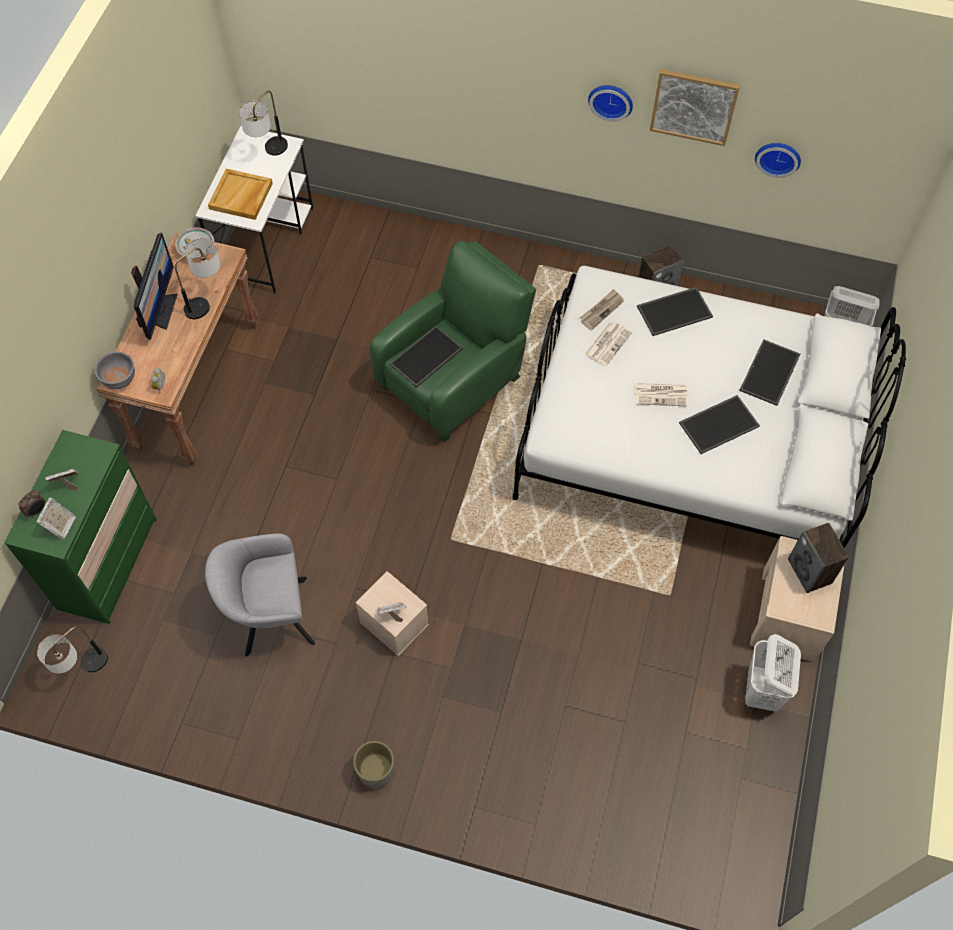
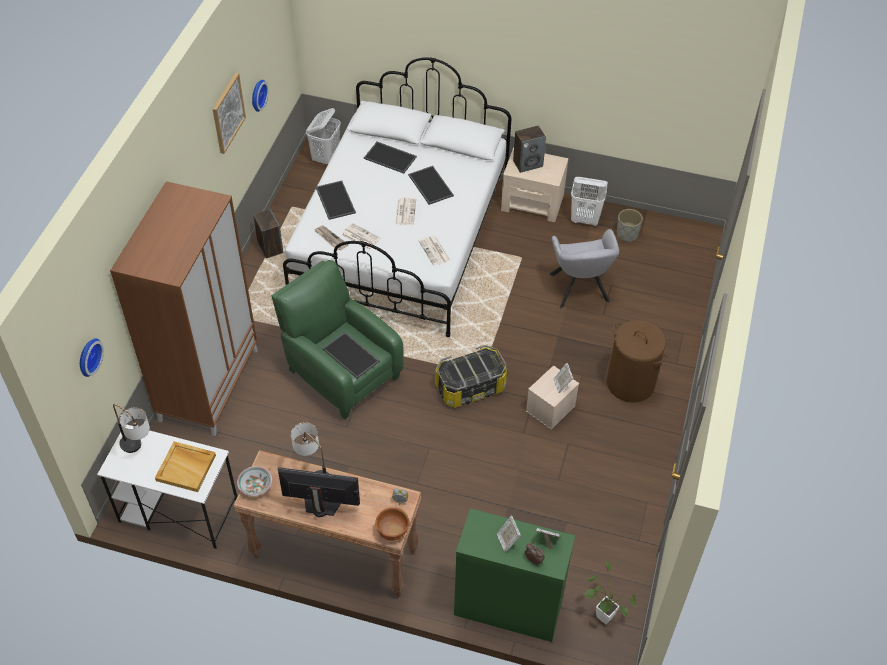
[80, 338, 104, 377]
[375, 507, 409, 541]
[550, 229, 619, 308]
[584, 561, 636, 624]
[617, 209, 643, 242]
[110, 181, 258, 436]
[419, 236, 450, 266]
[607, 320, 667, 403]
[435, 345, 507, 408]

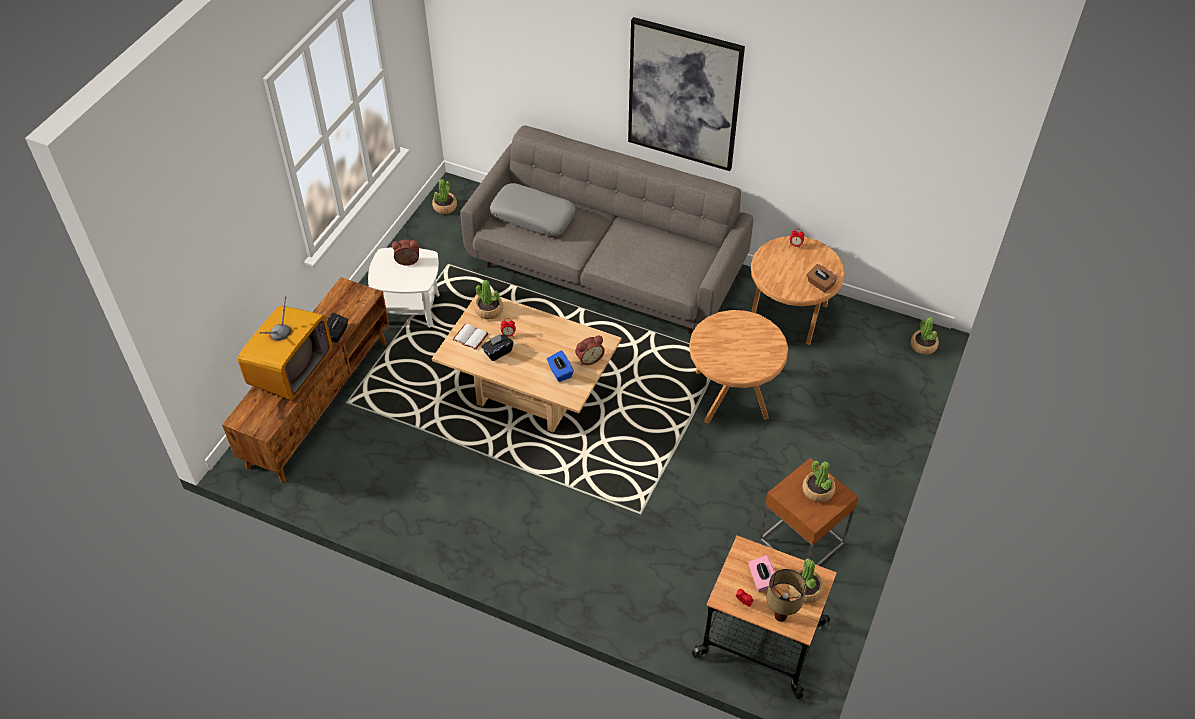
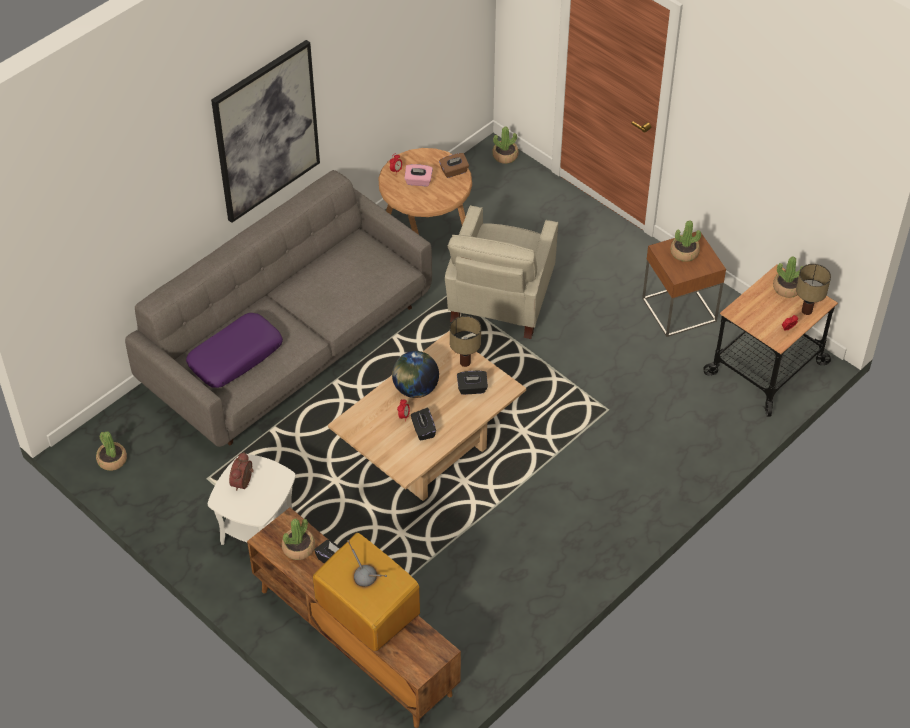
[186, 313, 283, 388]
[282, 519, 315, 560]
[445, 205, 558, 339]
[452, 324, 489, 350] (first image)
[450, 316, 481, 367]
[457, 371, 488, 395]
[404, 164, 433, 186]
[392, 351, 439, 398]

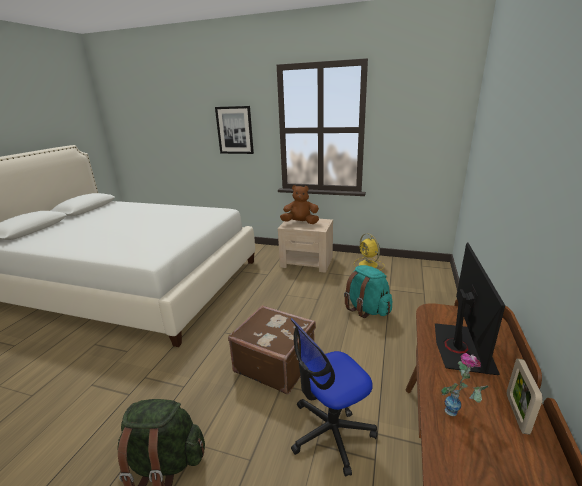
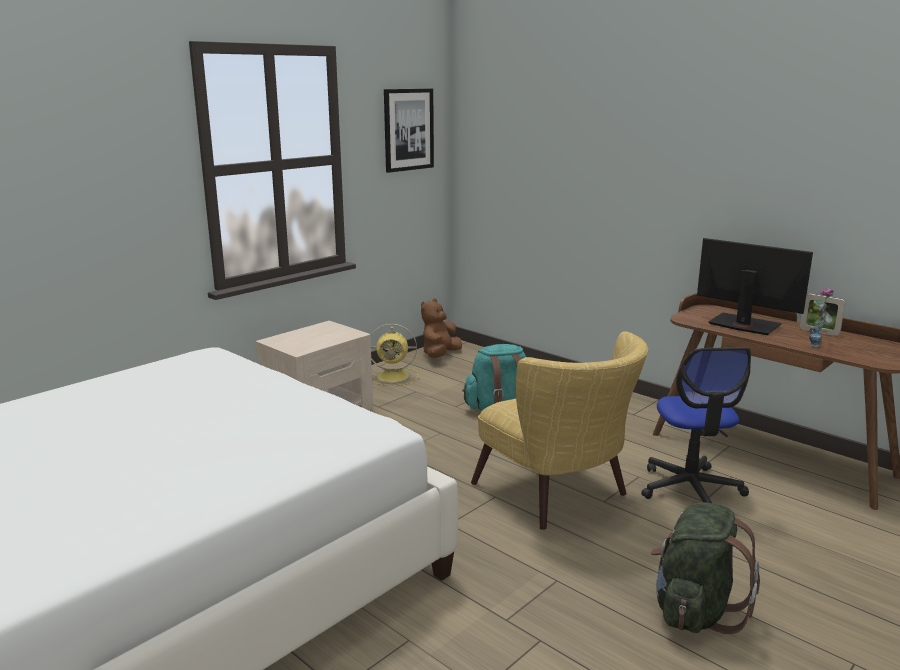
[384, 89, 434, 173]
[421, 299, 462, 358]
[471, 331, 648, 530]

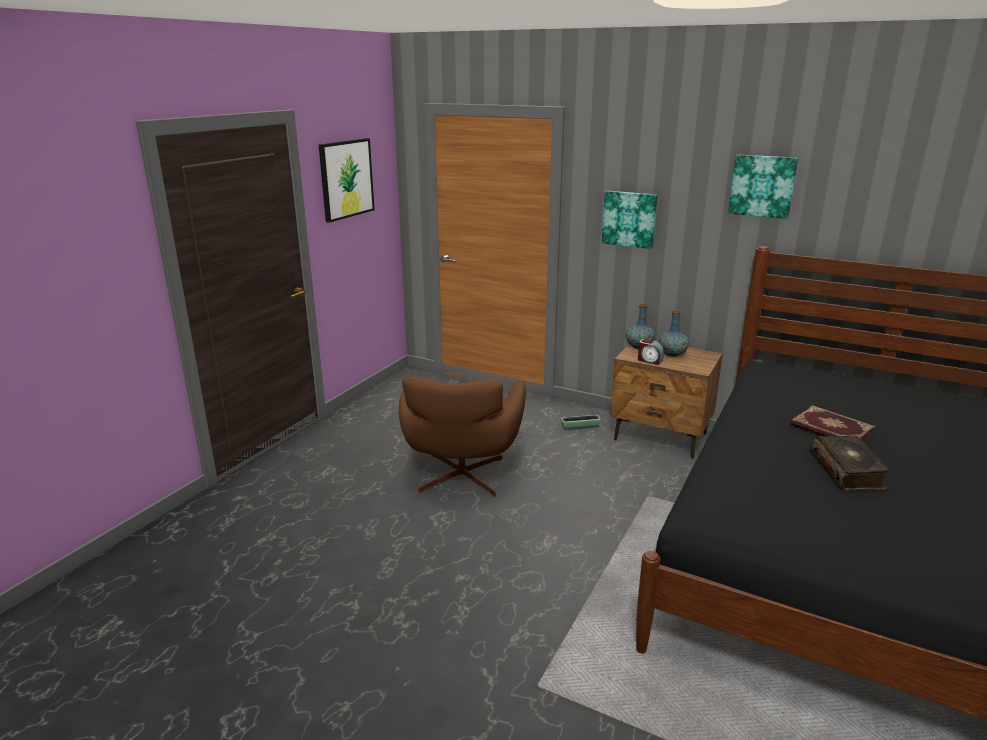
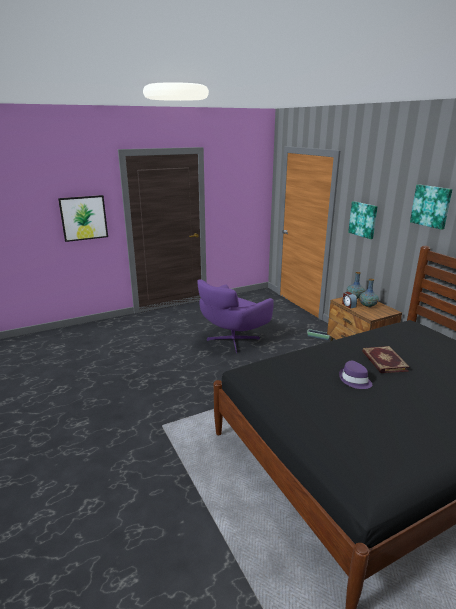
[58, 195, 108, 242]
[197, 280, 274, 353]
[339, 361, 372, 389]

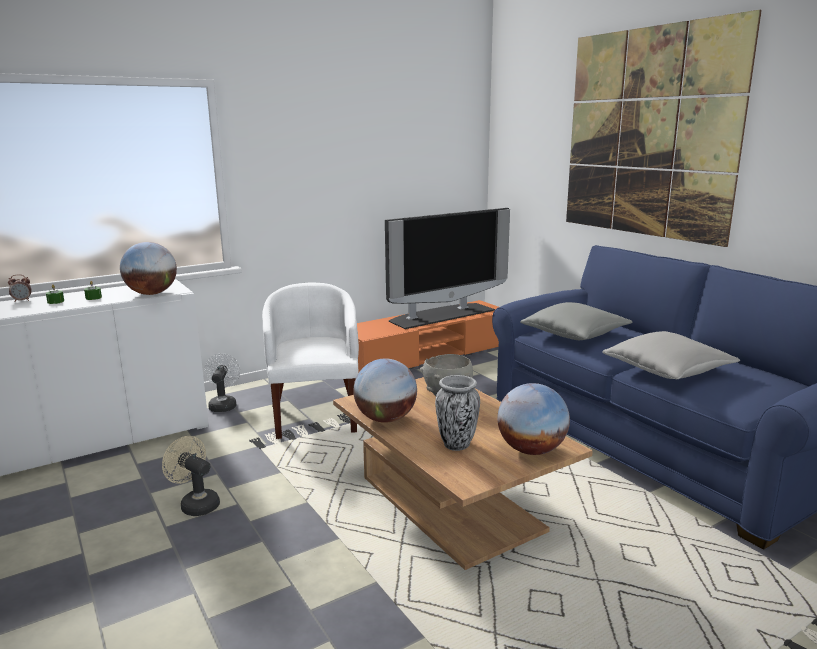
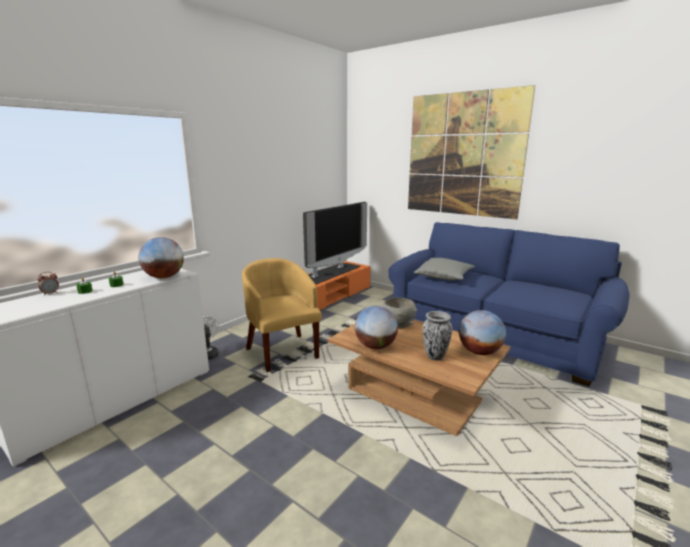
[242, 258, 322, 372]
[602, 331, 740, 379] (first image)
[162, 436, 220, 516] (first image)

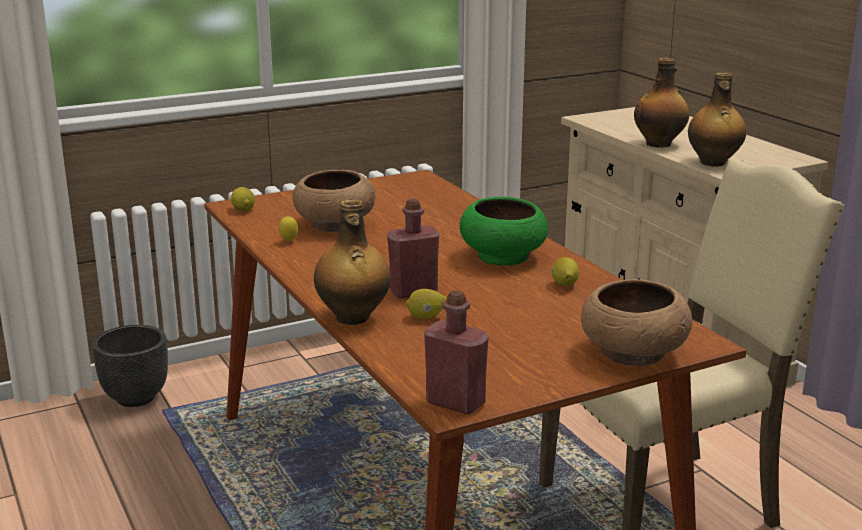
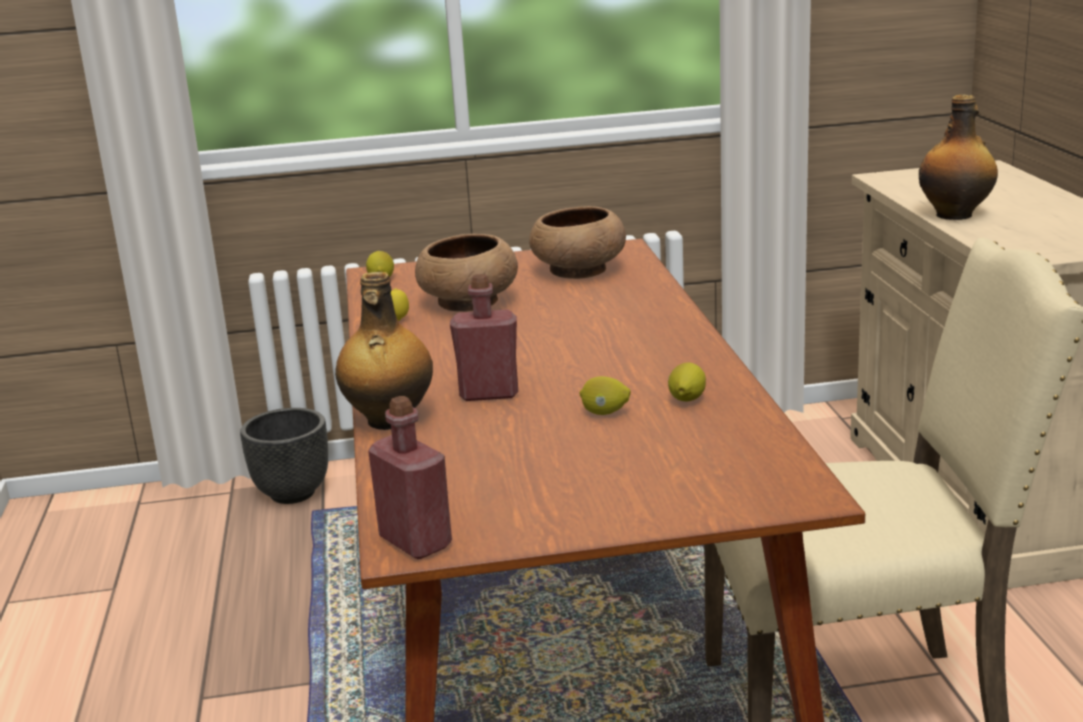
[688, 73, 747, 167] (first image)
[460, 197, 548, 266] (first image)
[529, 206, 626, 279]
[580, 376, 631, 415]

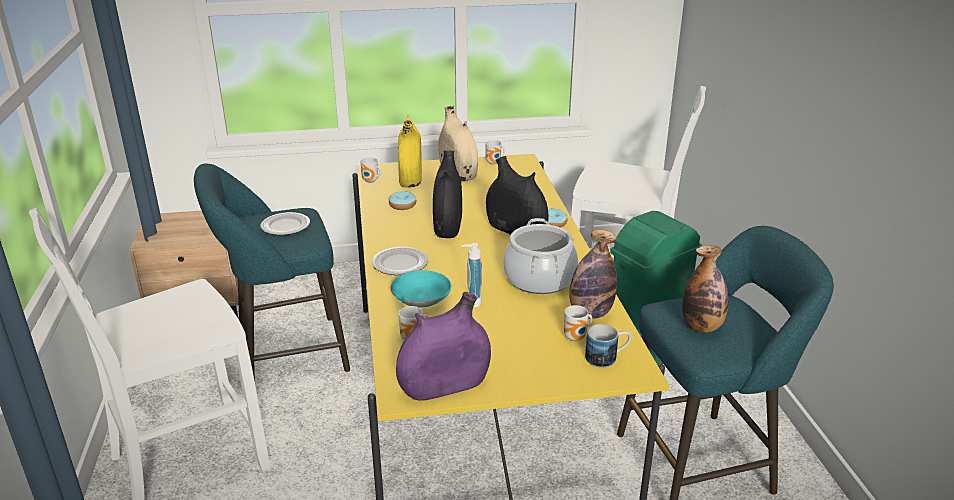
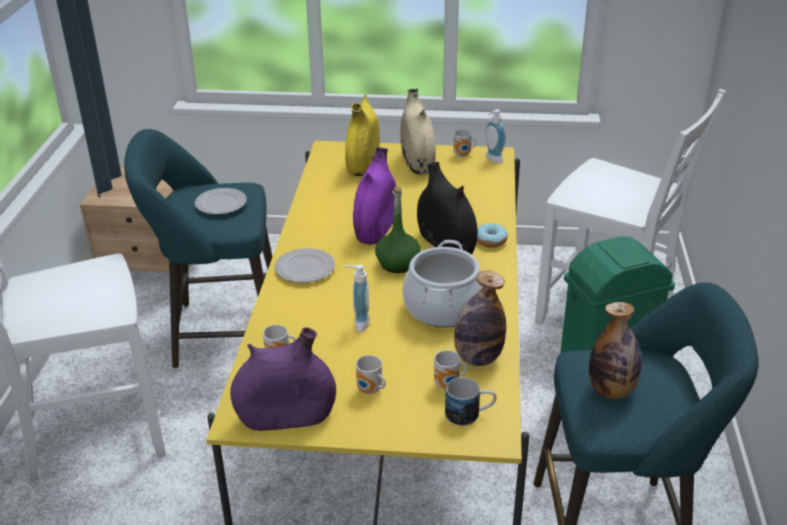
[353, 147, 396, 245]
[356, 355, 386, 394]
[388, 191, 416, 210] (first image)
[390, 271, 451, 308] (first image)
[485, 109, 506, 163]
[375, 187, 421, 273]

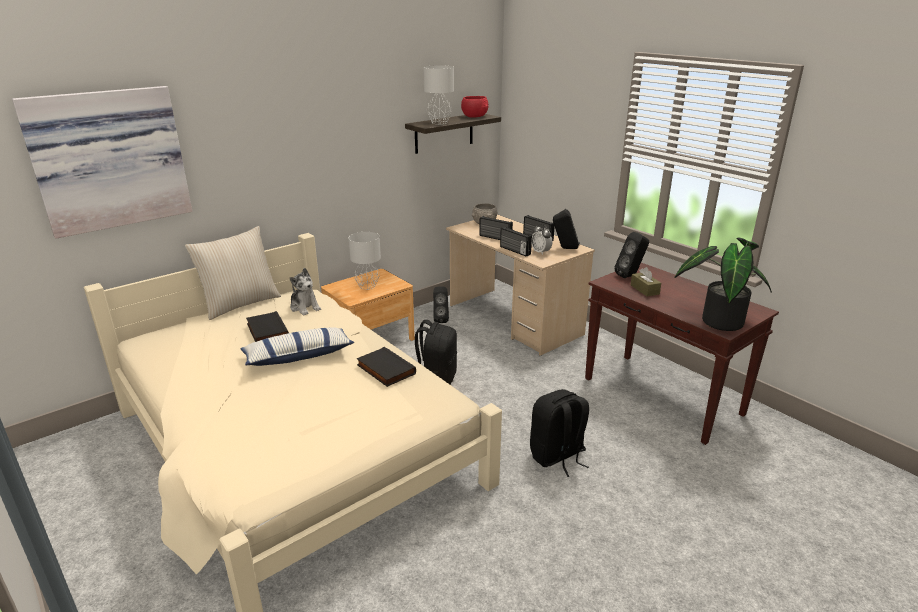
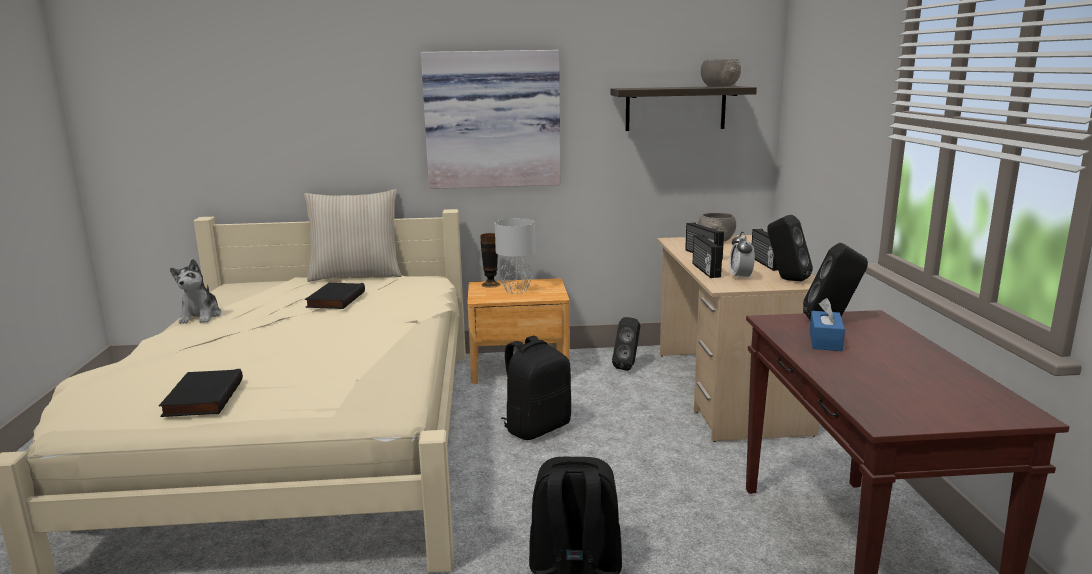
[423, 65, 454, 124] (first image)
[421, 50, 561, 189]
[701, 58, 741, 87]
[675, 237, 772, 331] (first image)
[810, 298, 845, 351]
[170, 259, 221, 324]
[240, 327, 354, 366] (first image)
[159, 369, 243, 417]
[480, 233, 501, 288]

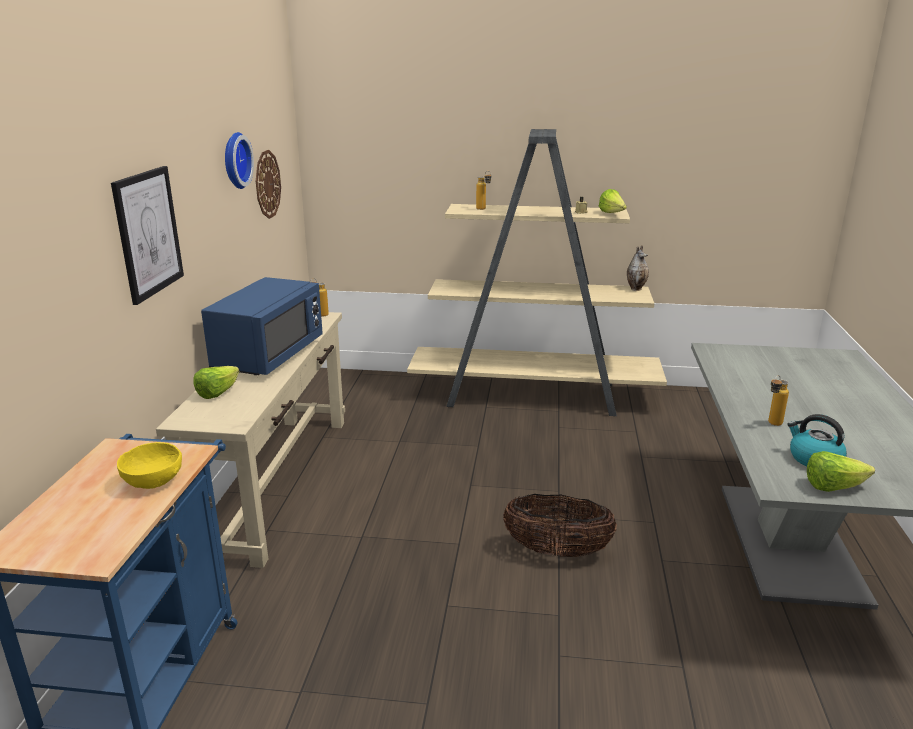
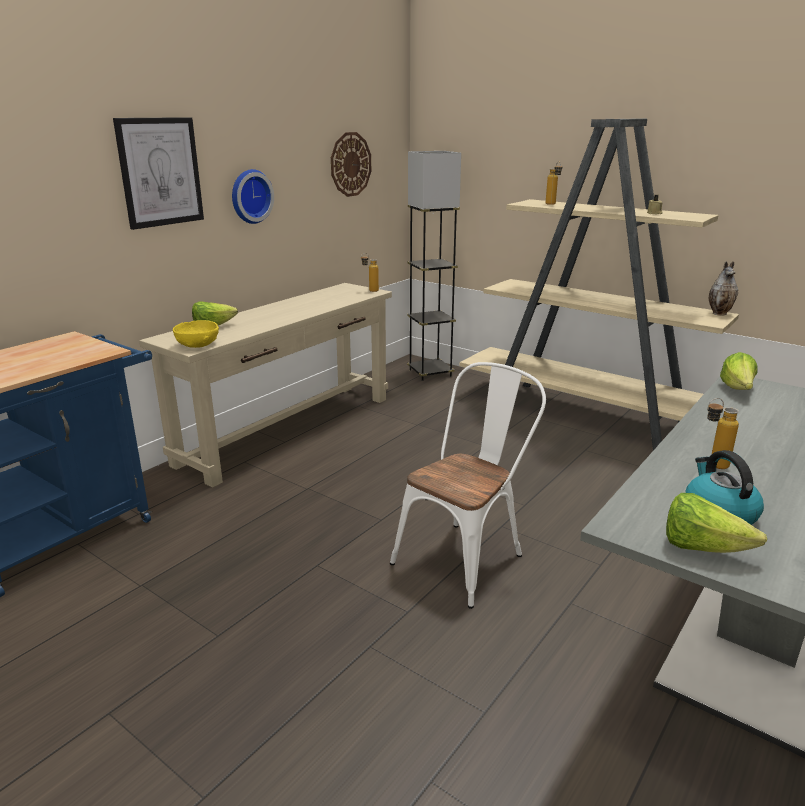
[232, 169, 274, 224]
[720, 352, 757, 390]
[201, 277, 323, 375] (first image)
[173, 320, 219, 348]
[390, 362, 546, 609]
[407, 151, 461, 381]

